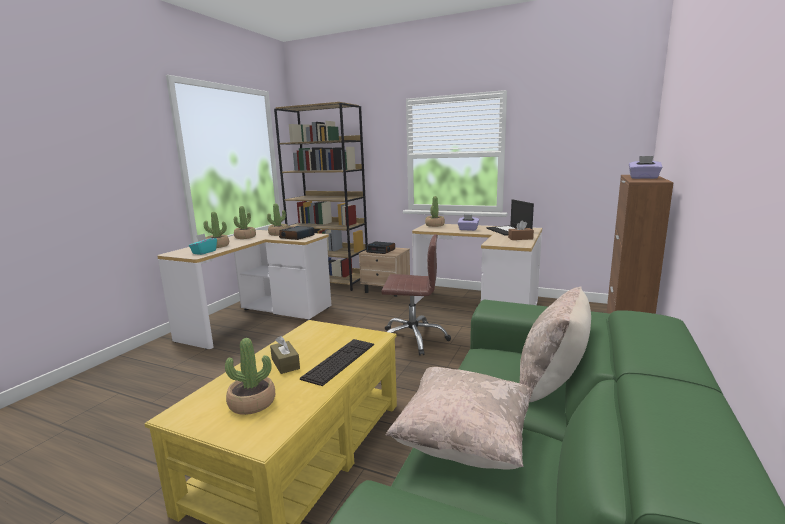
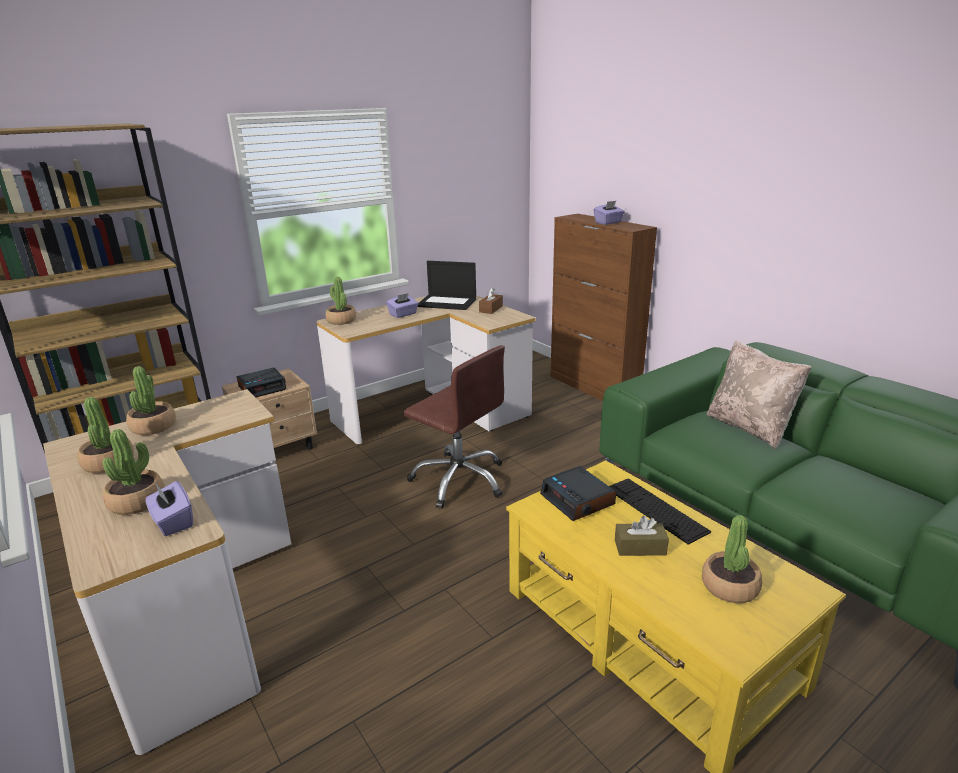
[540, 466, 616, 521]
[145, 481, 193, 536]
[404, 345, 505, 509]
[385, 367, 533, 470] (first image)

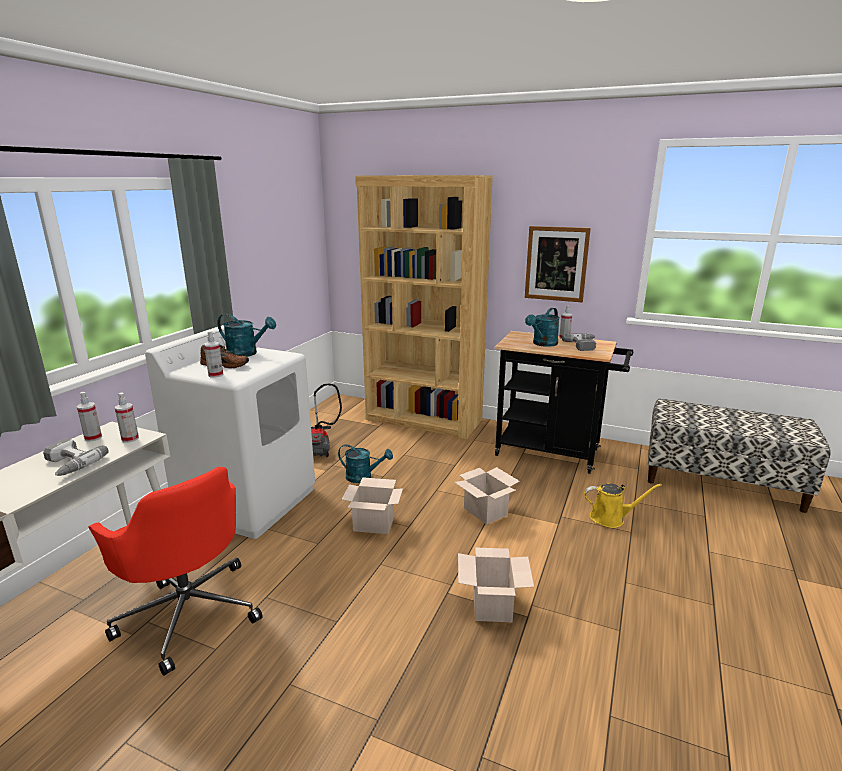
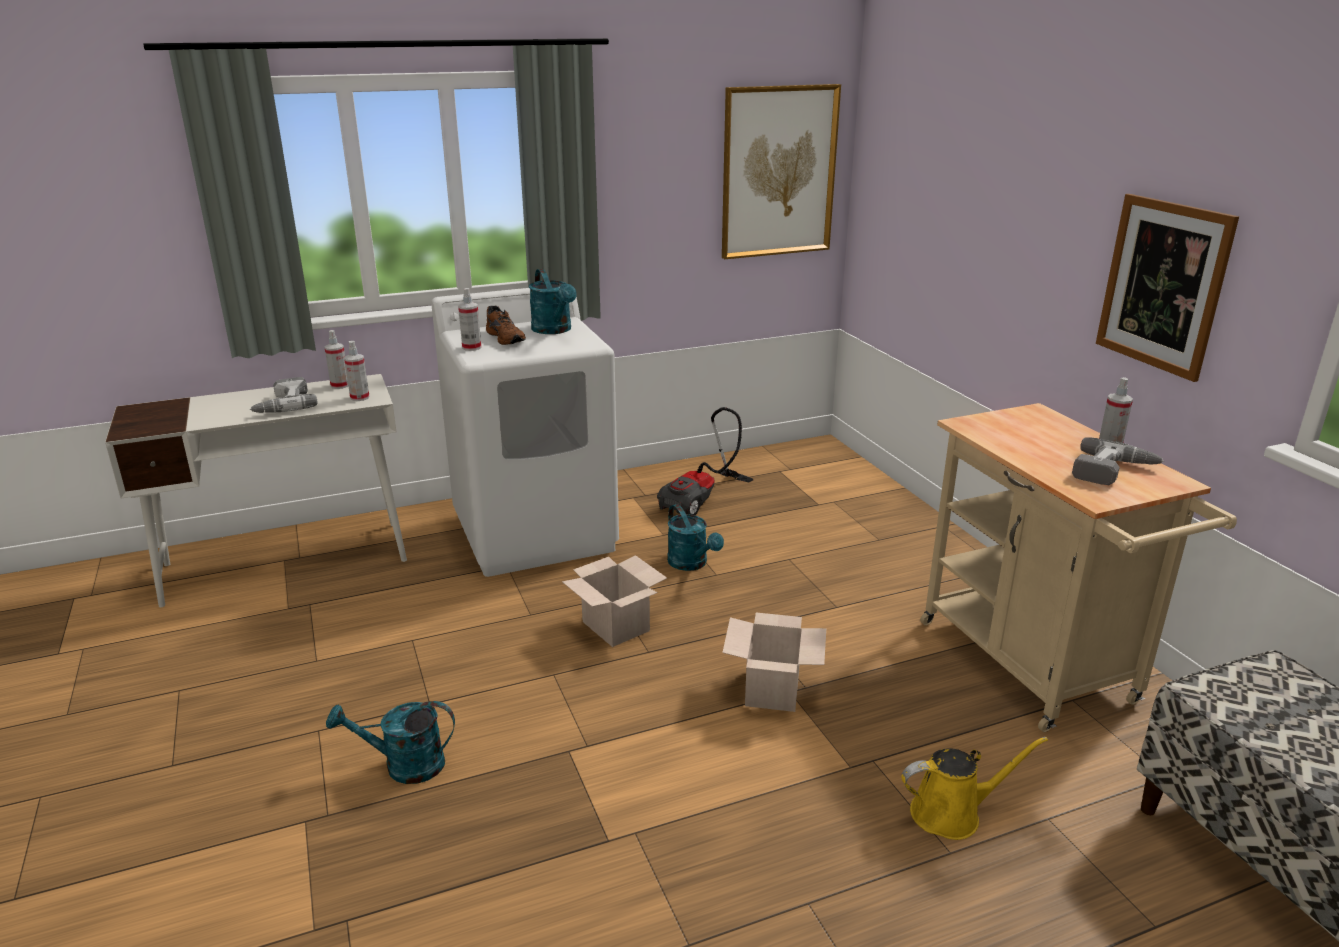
[355, 175, 493, 439] (first image)
[326, 701, 455, 784]
[920, 403, 1237, 732]
[88, 467, 263, 676] (first image)
[901, 737, 1048, 840]
[458, 547, 534, 622] (first image)
[722, 84, 841, 259]

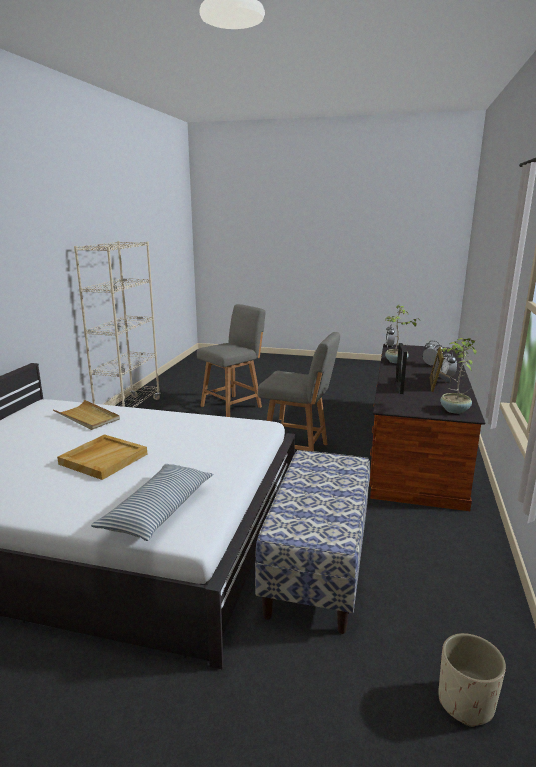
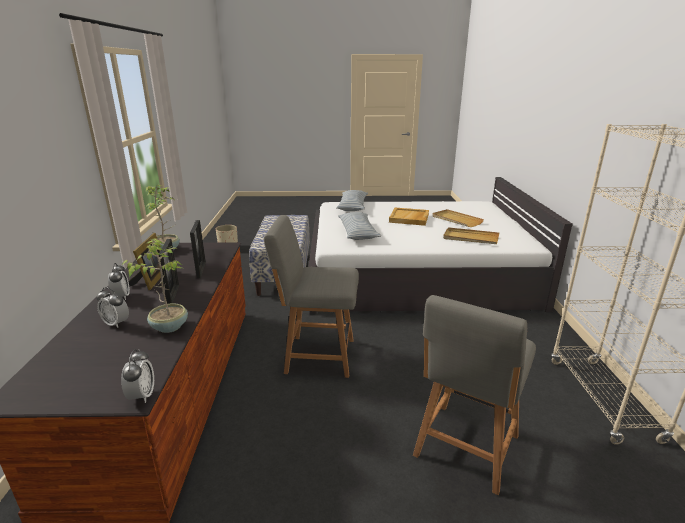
[432, 209, 484, 227]
[338, 212, 381, 240]
[159, 239, 179, 304]

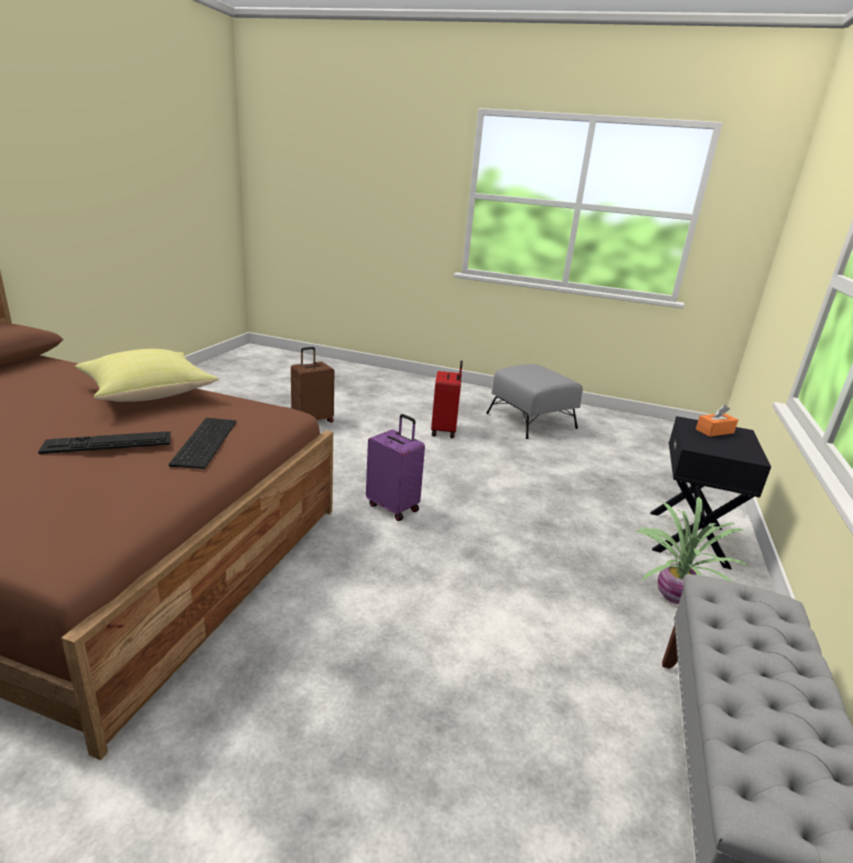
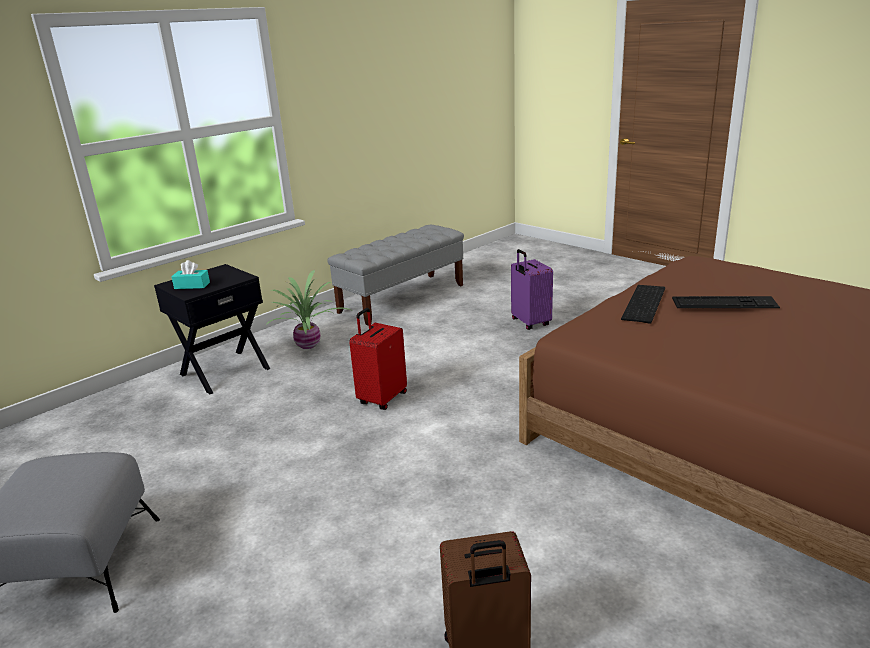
[75, 349, 219, 402] (first image)
[349, 308, 407, 410]
[171, 260, 210, 289]
[511, 249, 553, 330]

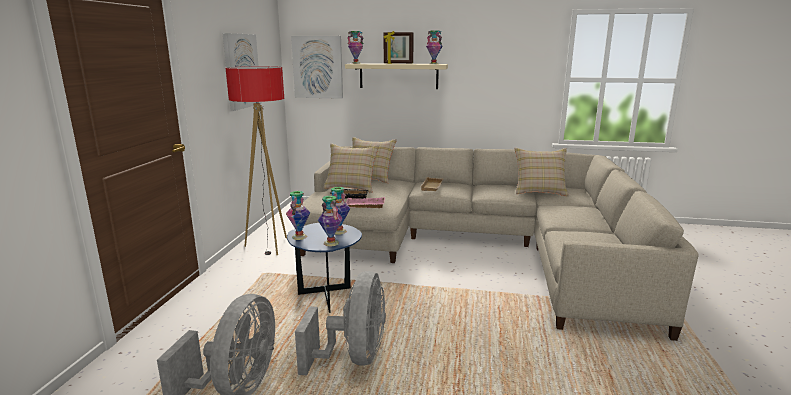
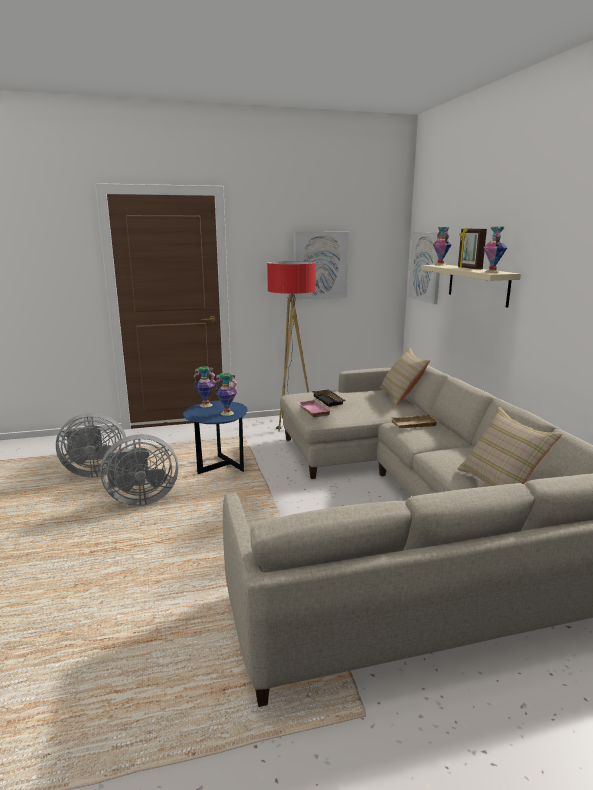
[323, 143, 379, 193] (first image)
[318, 196, 343, 247] (first image)

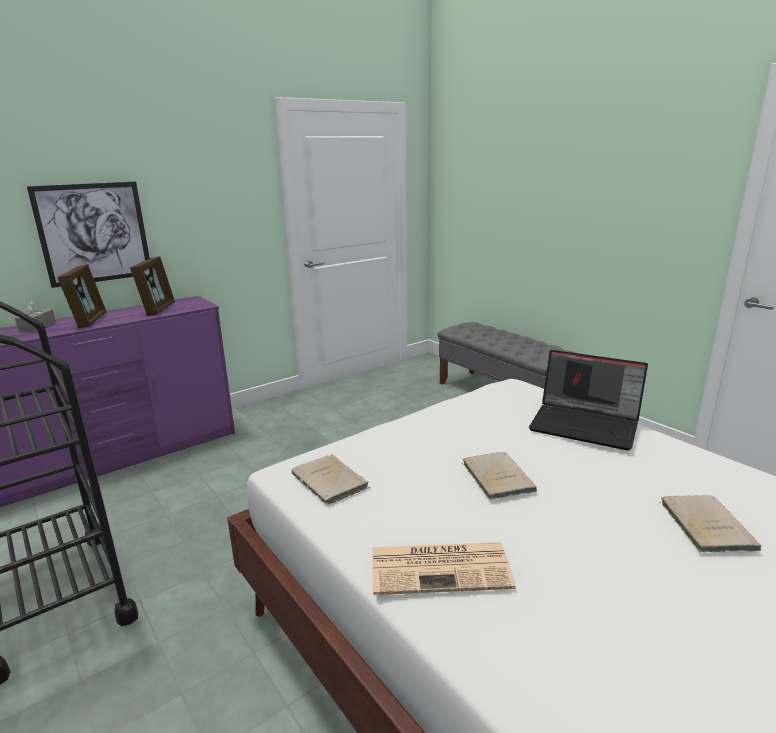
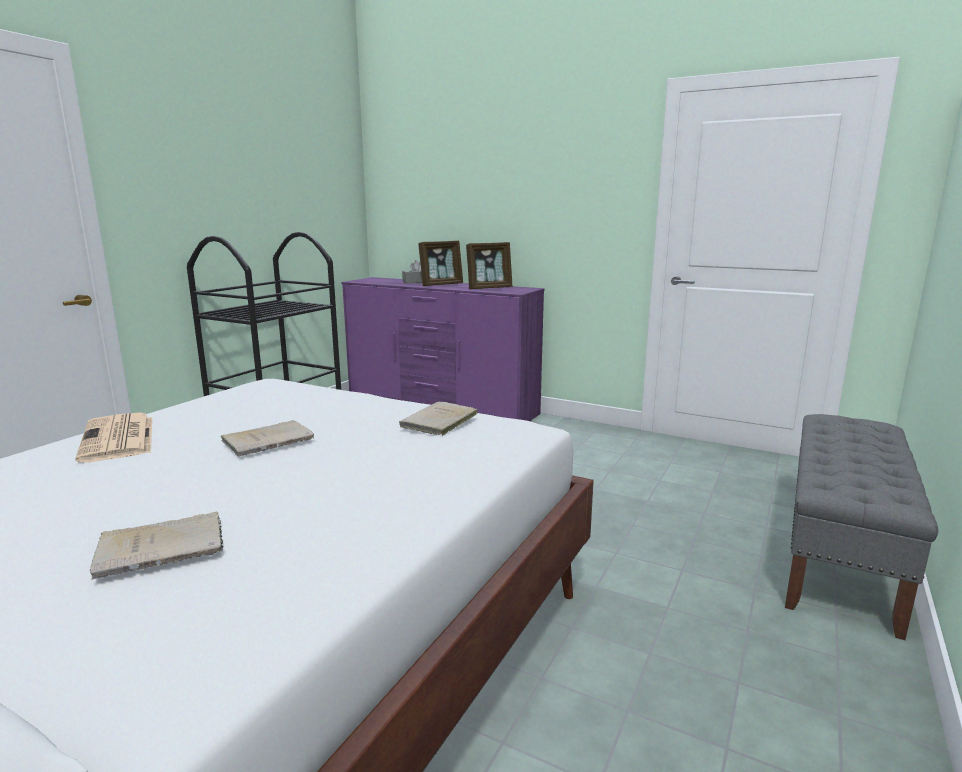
[27, 182, 150, 288] (first image)
[529, 350, 648, 451] (first image)
[399, 401, 478, 436]

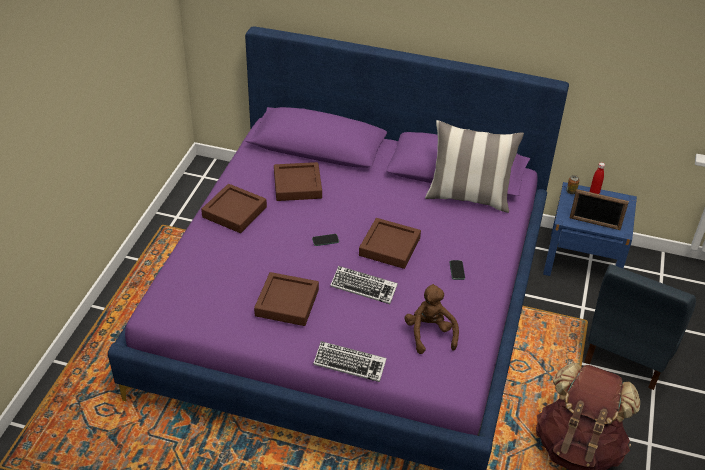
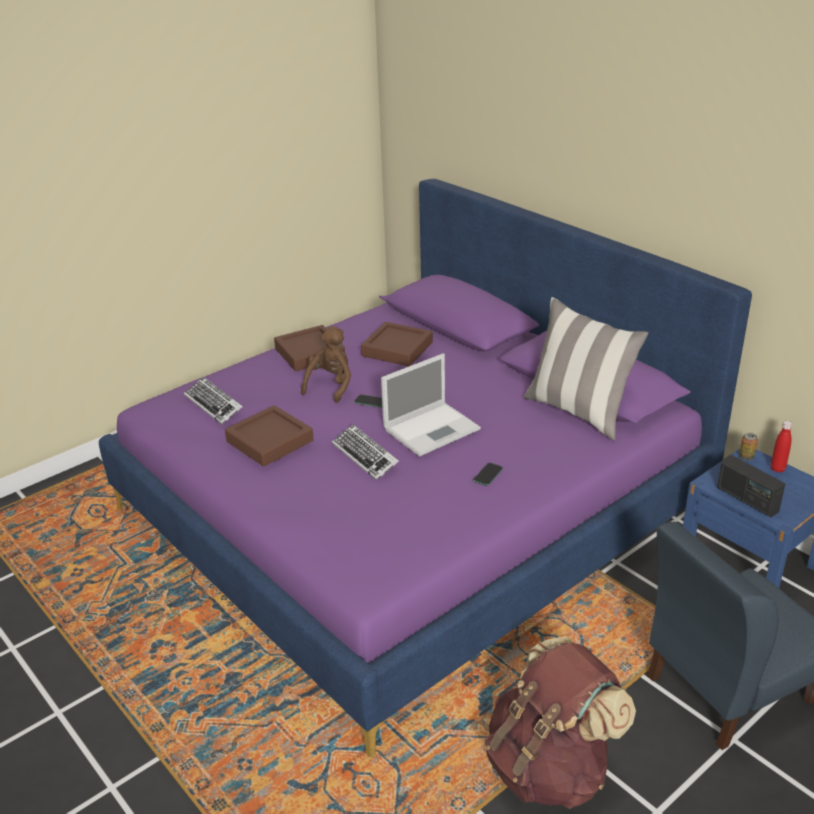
[717, 455, 785, 517]
[381, 353, 481, 457]
[301, 326, 351, 403]
[184, 377, 243, 425]

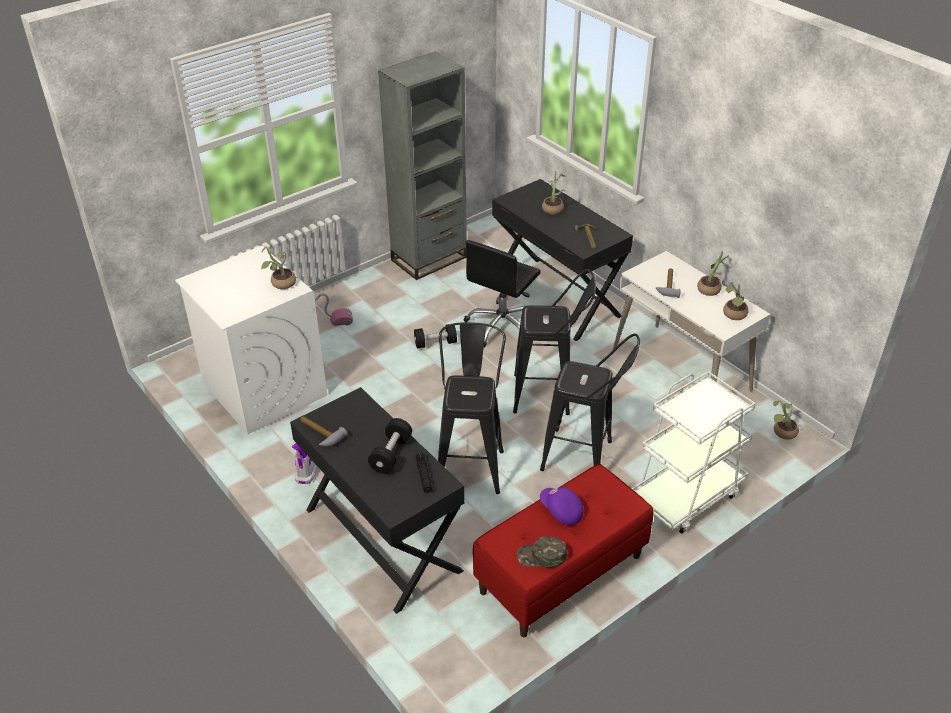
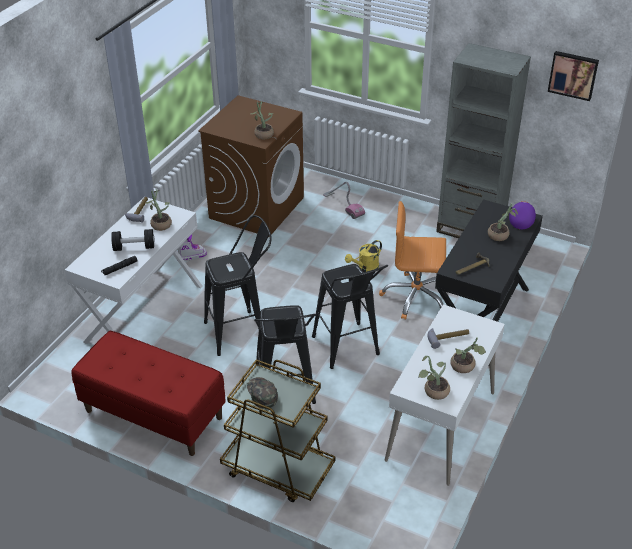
[379, 201, 446, 320]
[198, 95, 304, 237]
[345, 240, 382, 272]
[220, 359, 335, 502]
[65, 197, 202, 344]
[146, 189, 172, 231]
[509, 201, 536, 229]
[247, 377, 278, 409]
[548, 51, 599, 101]

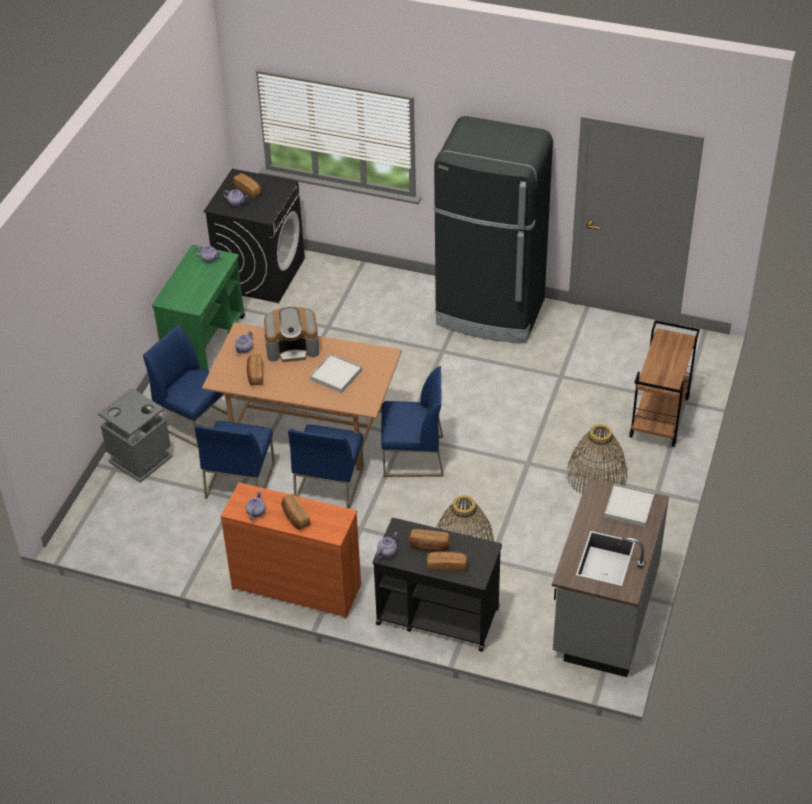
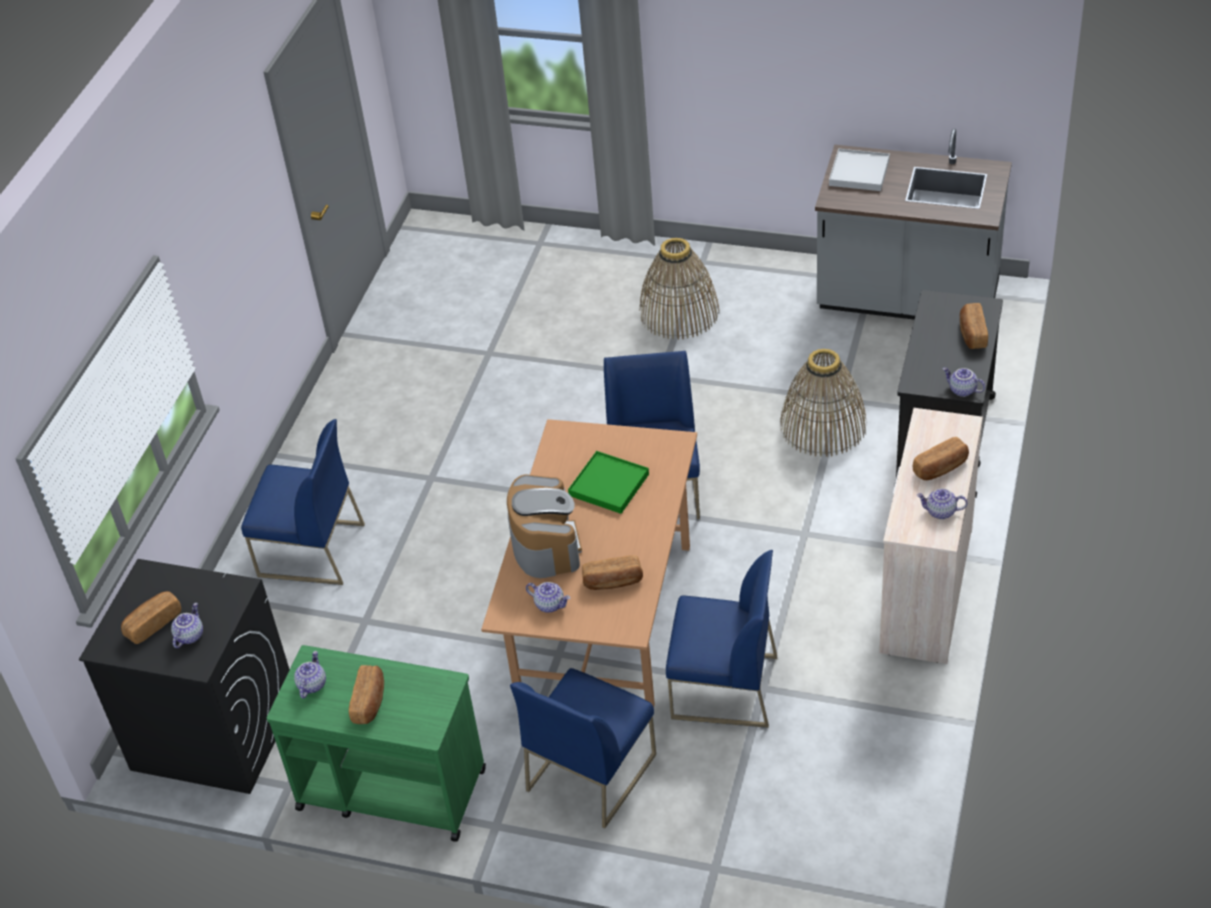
[434, 116, 553, 343] (first image)
[629, 320, 700, 447] (first image)
[568, 451, 649, 514]
[98, 388, 173, 483] (first image)
[241, 419, 365, 585]
[879, 408, 983, 664]
[349, 665, 384, 724]

